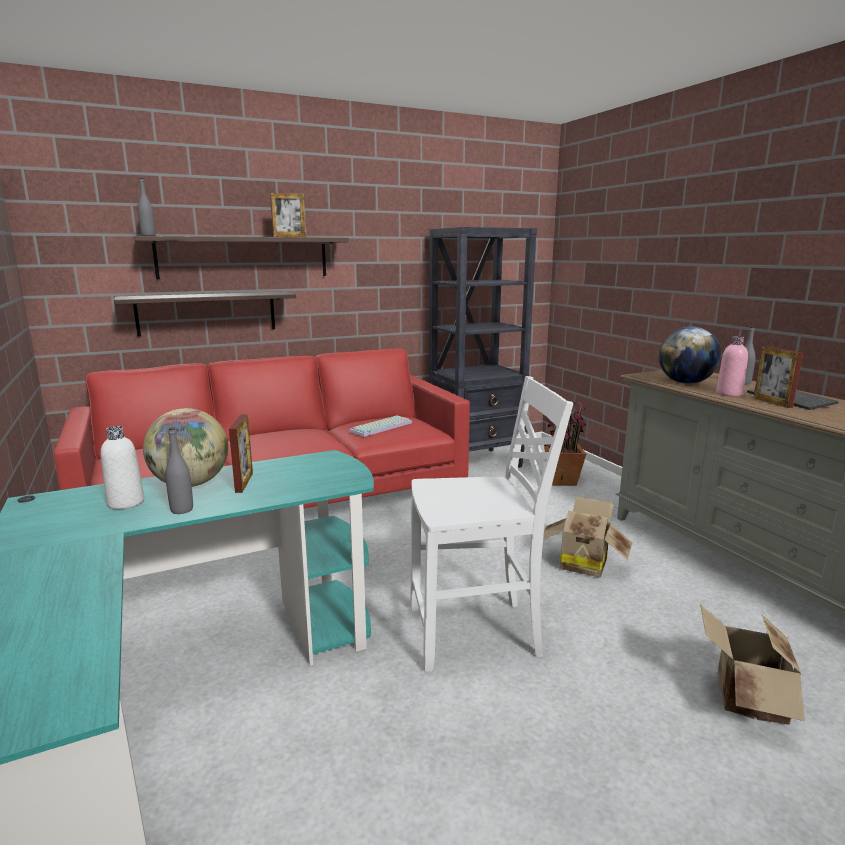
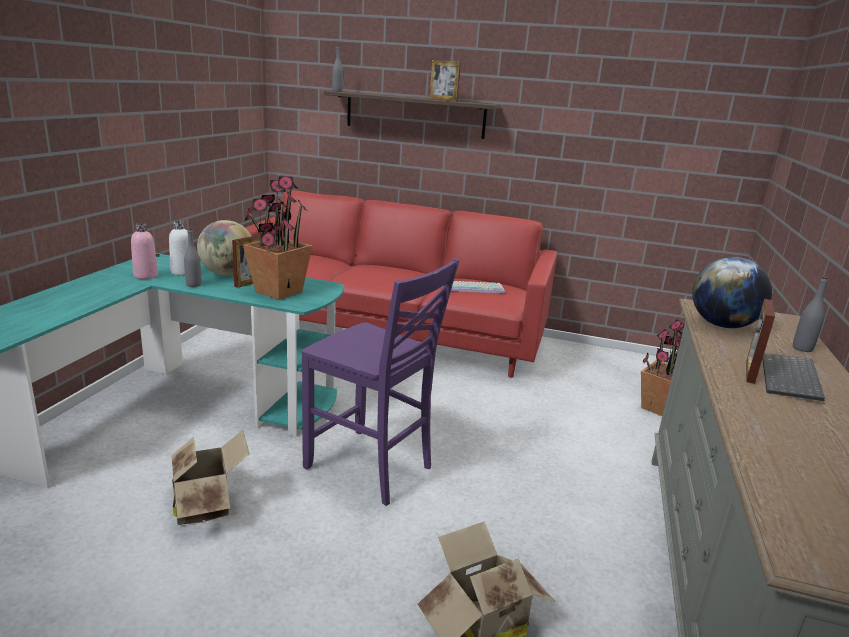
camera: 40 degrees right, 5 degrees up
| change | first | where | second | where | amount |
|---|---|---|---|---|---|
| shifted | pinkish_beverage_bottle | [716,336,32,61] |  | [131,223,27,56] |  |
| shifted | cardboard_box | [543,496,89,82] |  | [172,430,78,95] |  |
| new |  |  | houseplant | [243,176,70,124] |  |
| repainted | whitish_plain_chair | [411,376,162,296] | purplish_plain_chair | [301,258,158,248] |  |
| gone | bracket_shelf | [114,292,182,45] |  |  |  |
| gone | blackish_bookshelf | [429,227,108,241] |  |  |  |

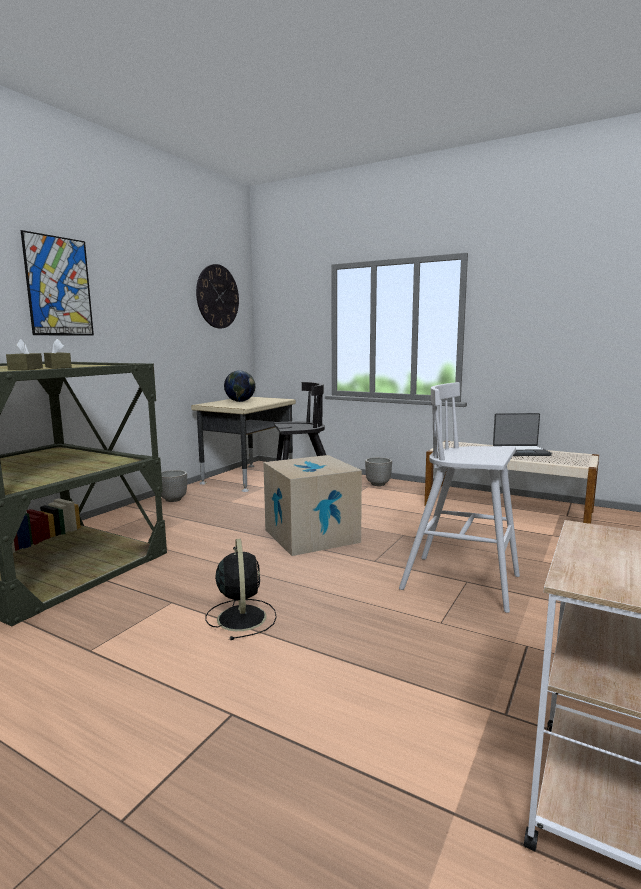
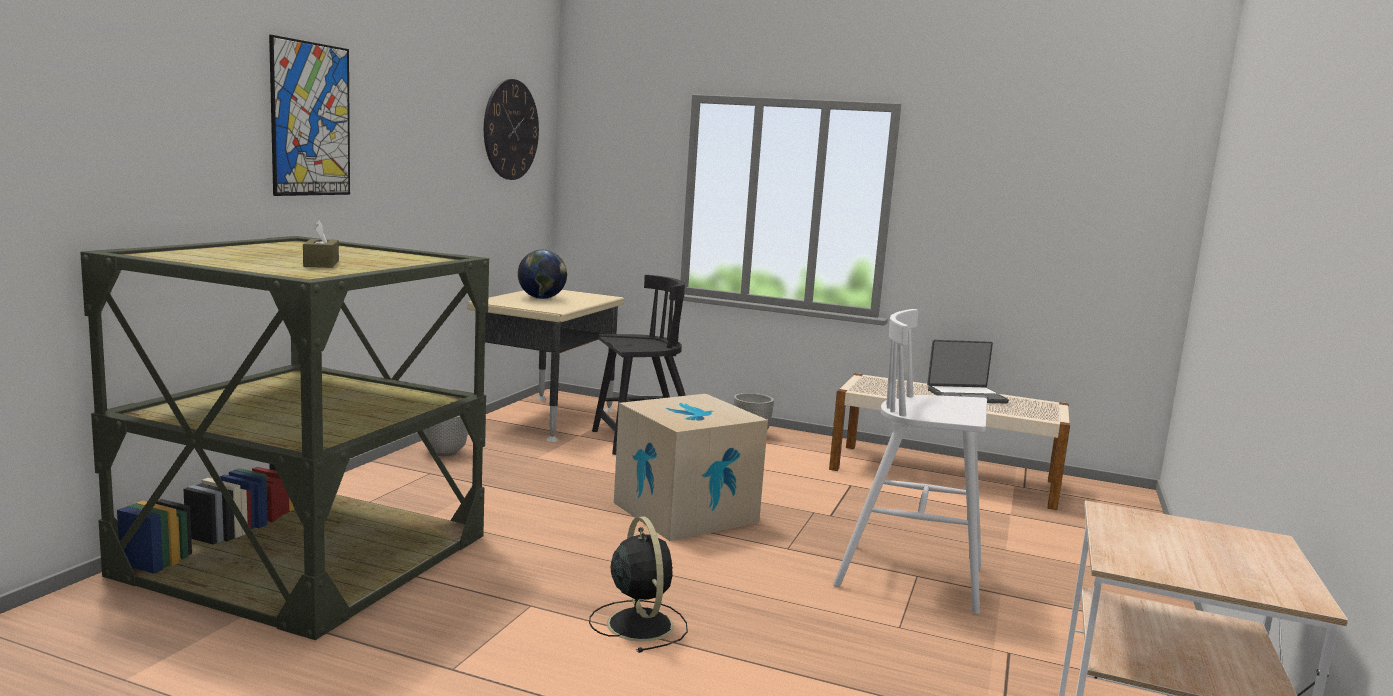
camera: 10 degrees left, 0 degrees up
| change | first | where | second | where | amount |
|---|---|---|---|---|---|
| gone | brown-coloured_tissue_box | [44,339,28,30] |  |  |  |

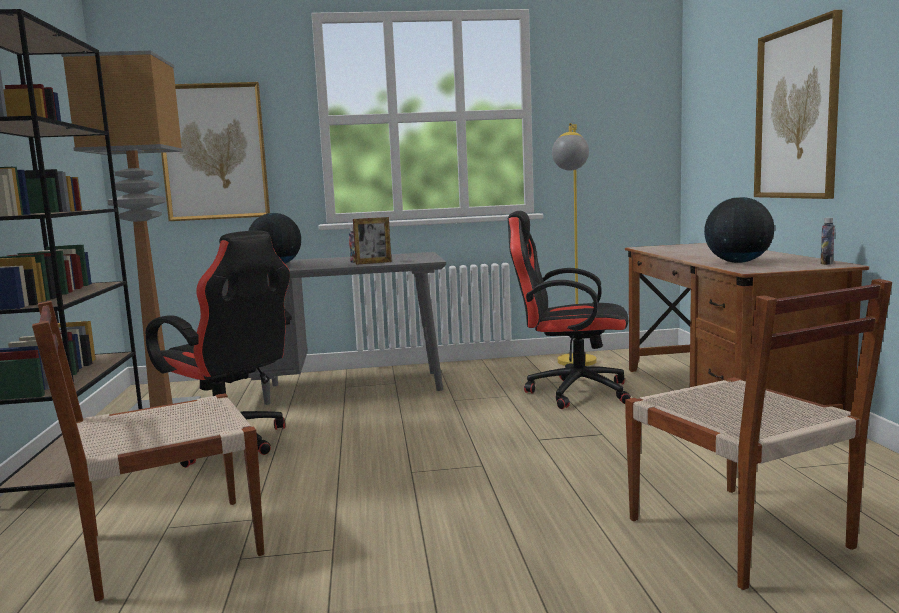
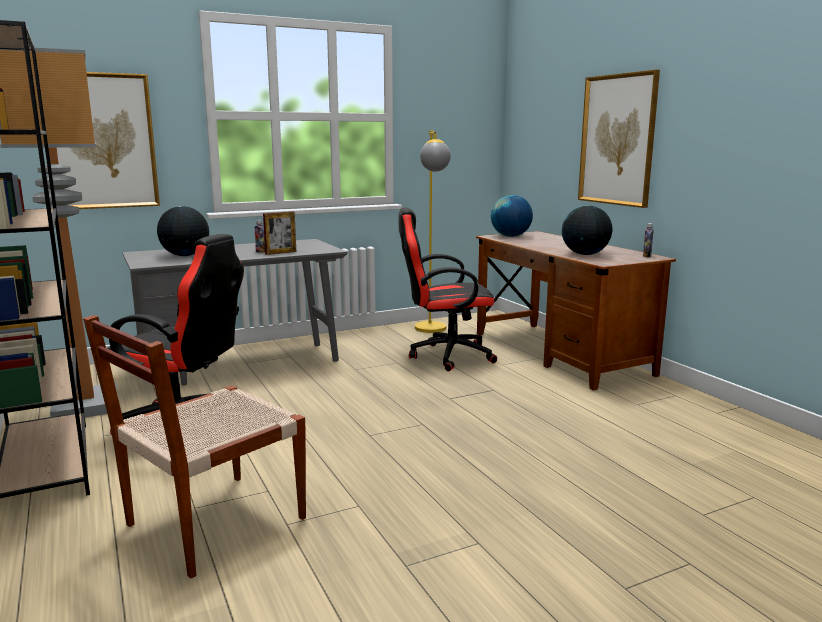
camera: 20 degrees left, 5 degrees up
| change | first | where | second | where | amount |
|---|---|---|---|---|---|
| new |  |  | desk_globe | [491,195,42,42] |  |
| gone | plain_chair | [625,279,267,311] |  |  |  |

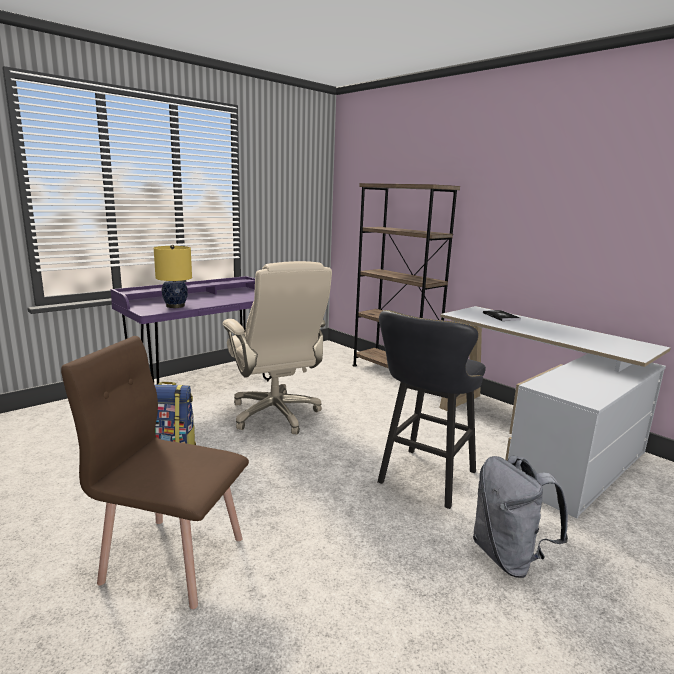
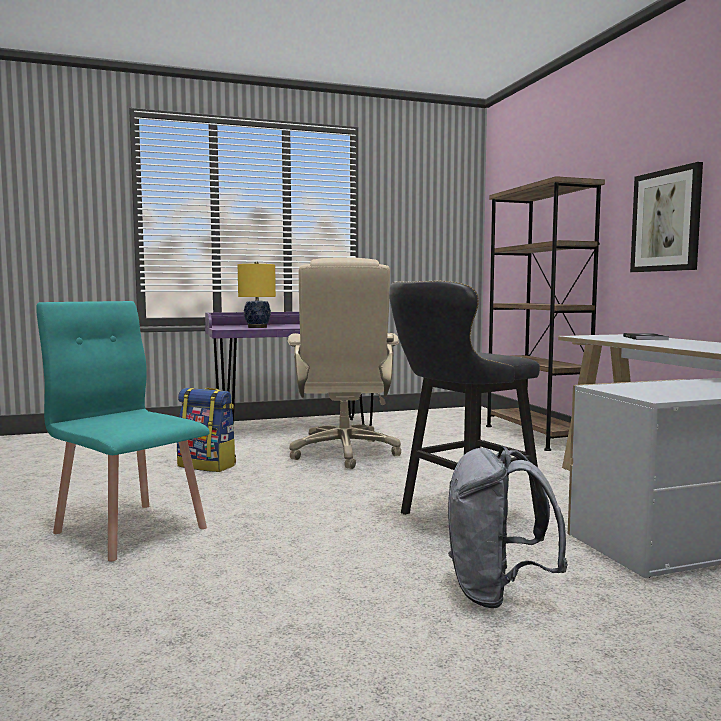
camera: 25 degrees right, 10 degrees down
| change | first | where | second | where | amount |
|---|---|---|---|---|---|
| repainted | brown-coloured_plain_chair | [61,336,188,273] | blue-green_plain_chair | [36,301,173,261] |  |
| new |  |  | wall_picture | [630,162,73,110] |  |

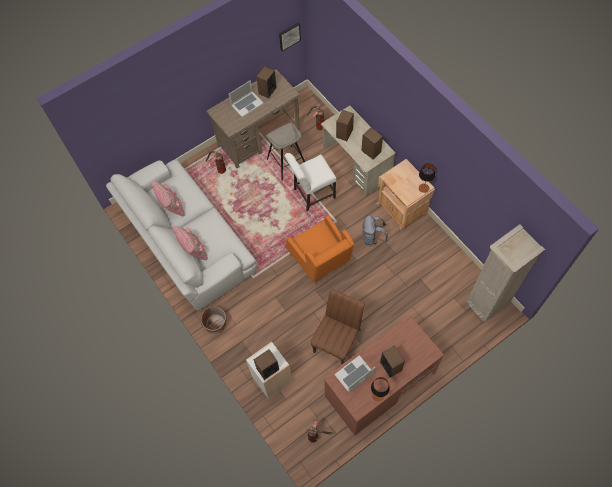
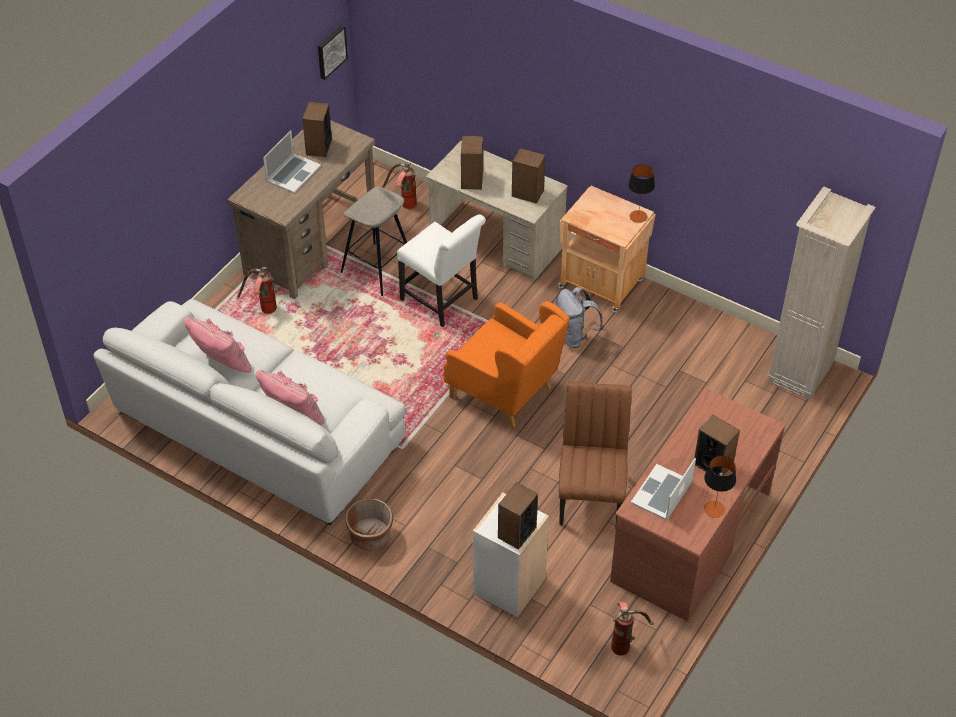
camera: 25 degrees left, 15 degrees down
| change | first | where | second | where | amount |
|---|---|---|---|---|---|
| rotated | whitish_plain_chair | [285,153,51,58] |  | [397,214,89,113] | 90 degrees counterclockwise |

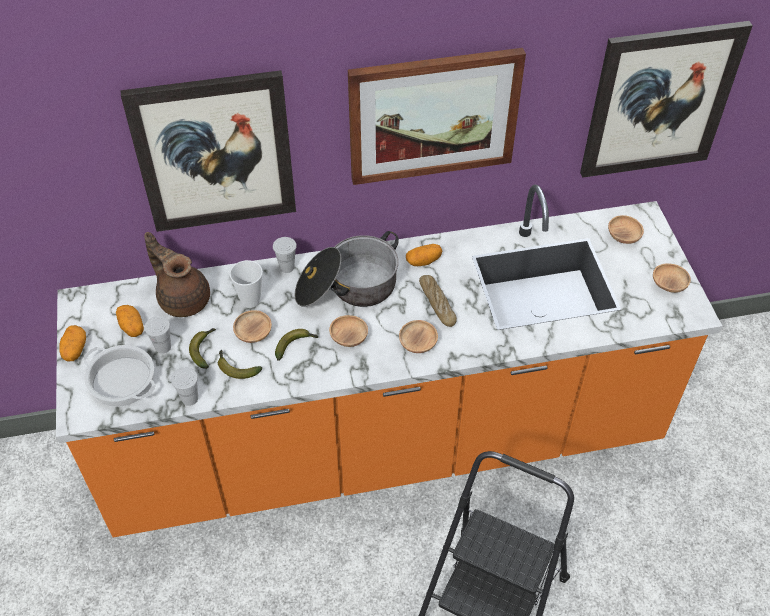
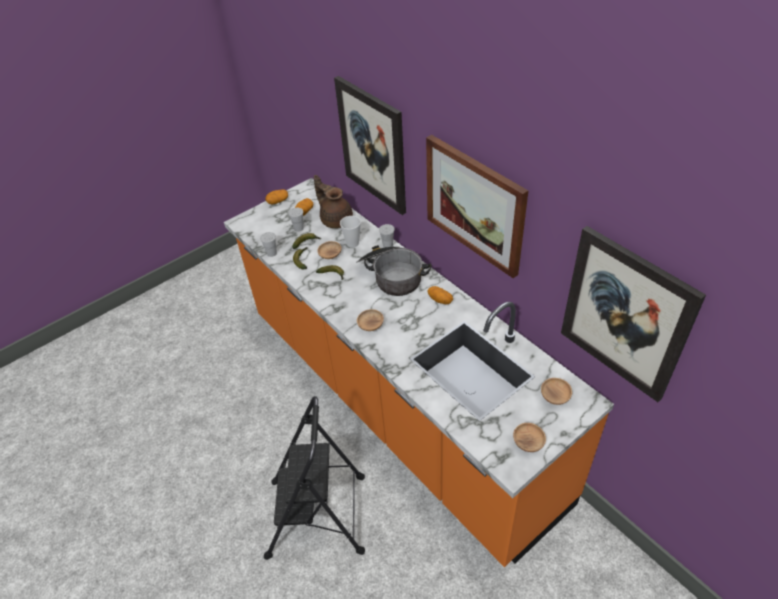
camera: 65 degrees right, 5 degrees down
| change | first | where | second | where | amount |
|---|---|---|---|---|---|
| rotated | brown-coloured_pot_for_tea | [144,232,66,85] |  | [314,175,39,53] | 60 degrees counterclockwise |
| gone | stockpot | [83,345,73,62] |  |  |  |
| gone | brown-coloured_deep_dish | [329,315,39,32] |  |  |  |
| gone | bread | [419,275,38,52] |  |  |  |

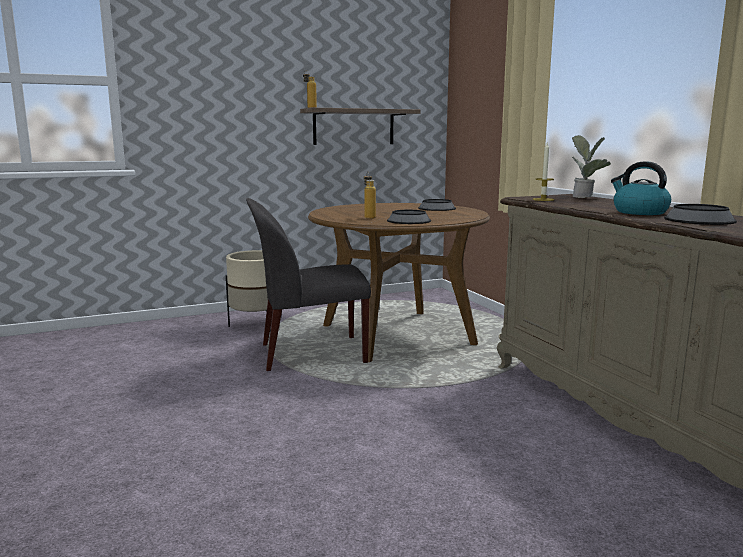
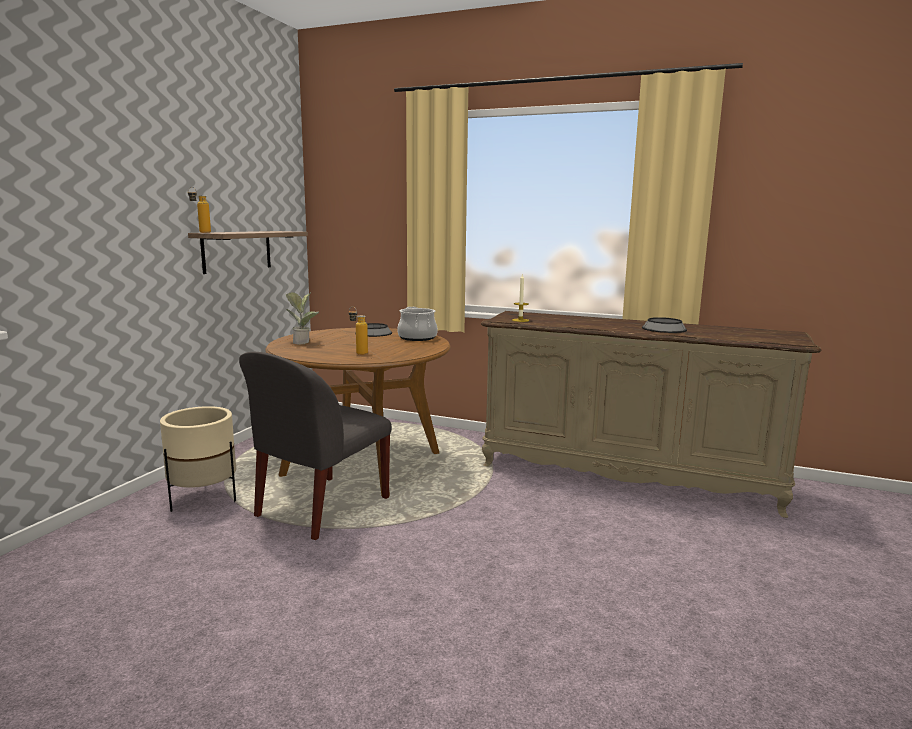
camera: 45 degrees left, 0 degrees up
| change | first | where | second | where | amount |
|---|---|---|---|---|---|
| shifted | houseplant | [572,135,39,63] |  | [285,292,34,53] |  |
| new |  |  | stockpot | [397,307,41,34] |  |
| gone | deep_dish | [387,210,44,14] |  |  |  |
| gone | tea_kettle | [611,161,60,54] |  |  |  |

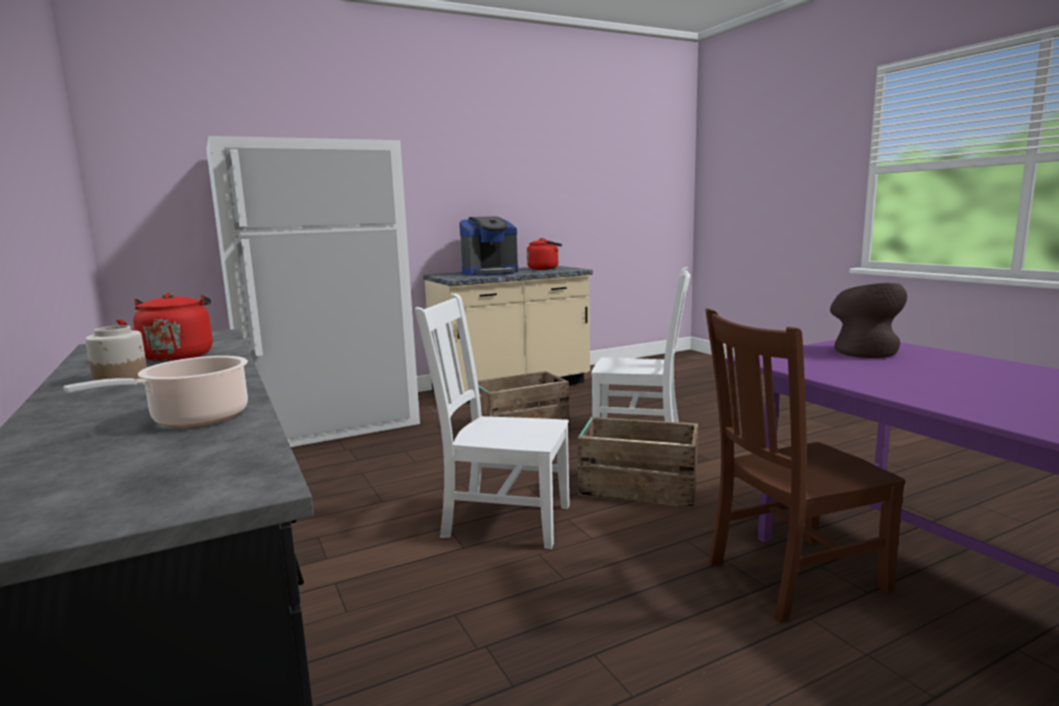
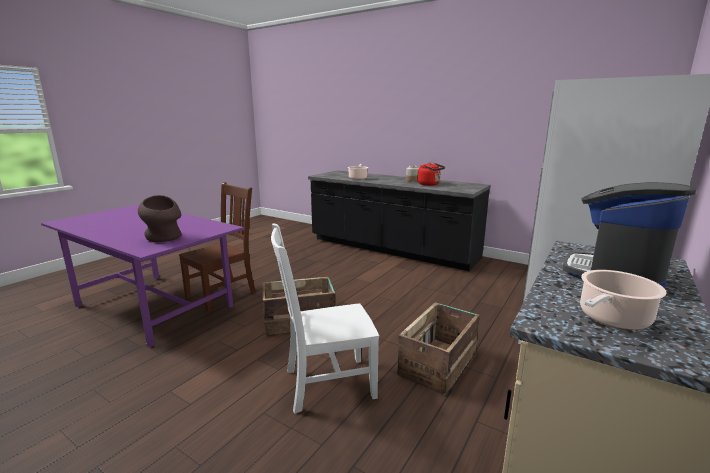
camera: 150 degrees right, 5 degrees up
| change | first | where | second | where | amount |
|---|---|---|---|---|---|
| swapped | red-coloured_tea_kettle | [527,238,35,32] | stockpot | [580,270,87,60] |  |
| gone | whitish_plain_chair | [415,294,155,255] |  |  |  |

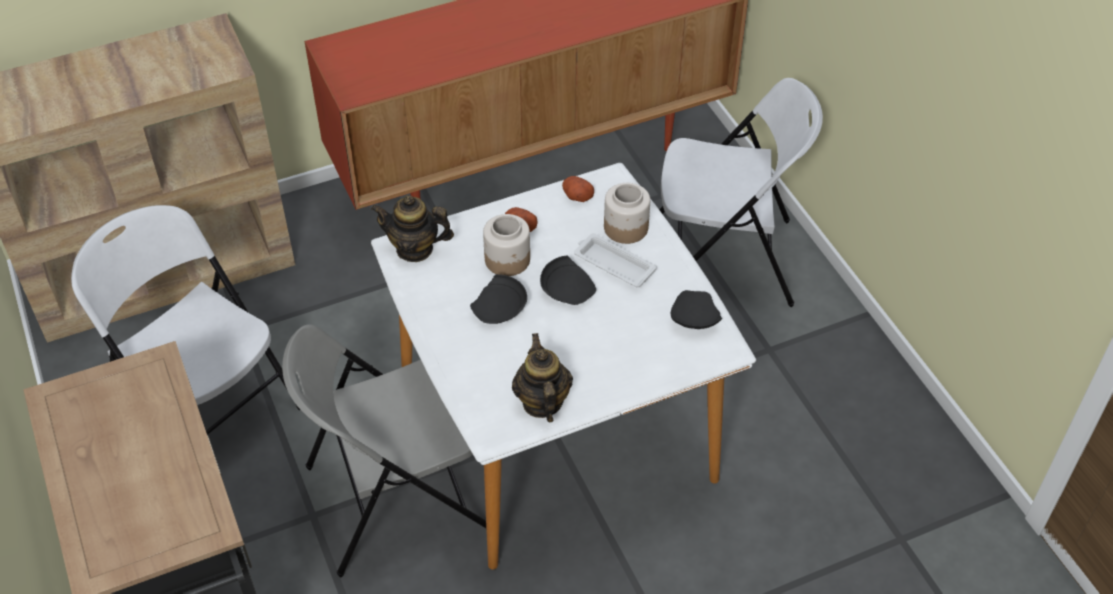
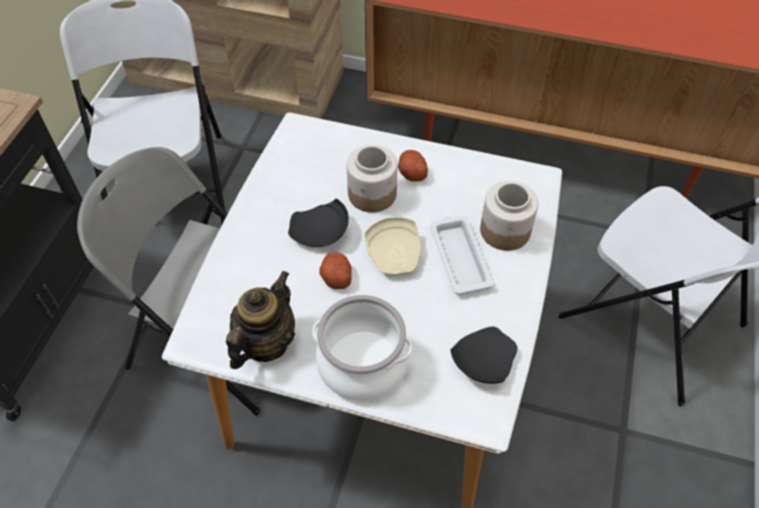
camera: 40 degrees right, 5 degrees up
| change | first | where | second | where | amount |
|---|---|---|---|---|---|
| new |  |  | stockpot | [312,295,100,106] |  |
| shifted | spud | [562,176,32,26] |  | [320,252,32,37] |  |
| repainted | blackish_dinner_plate | [540,255,56,50] | beige_dinner_plate | [364,217,57,57] |  |
| gone | pot_for_tea | [371,195,83,67] |  |  |  |

